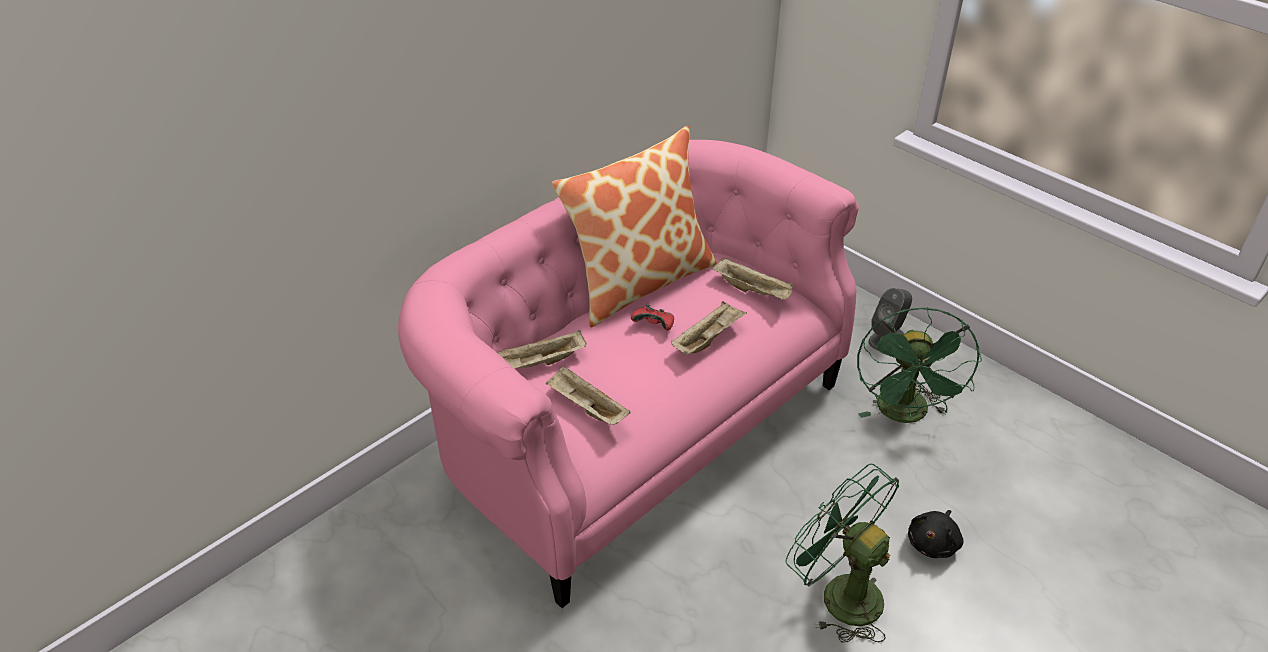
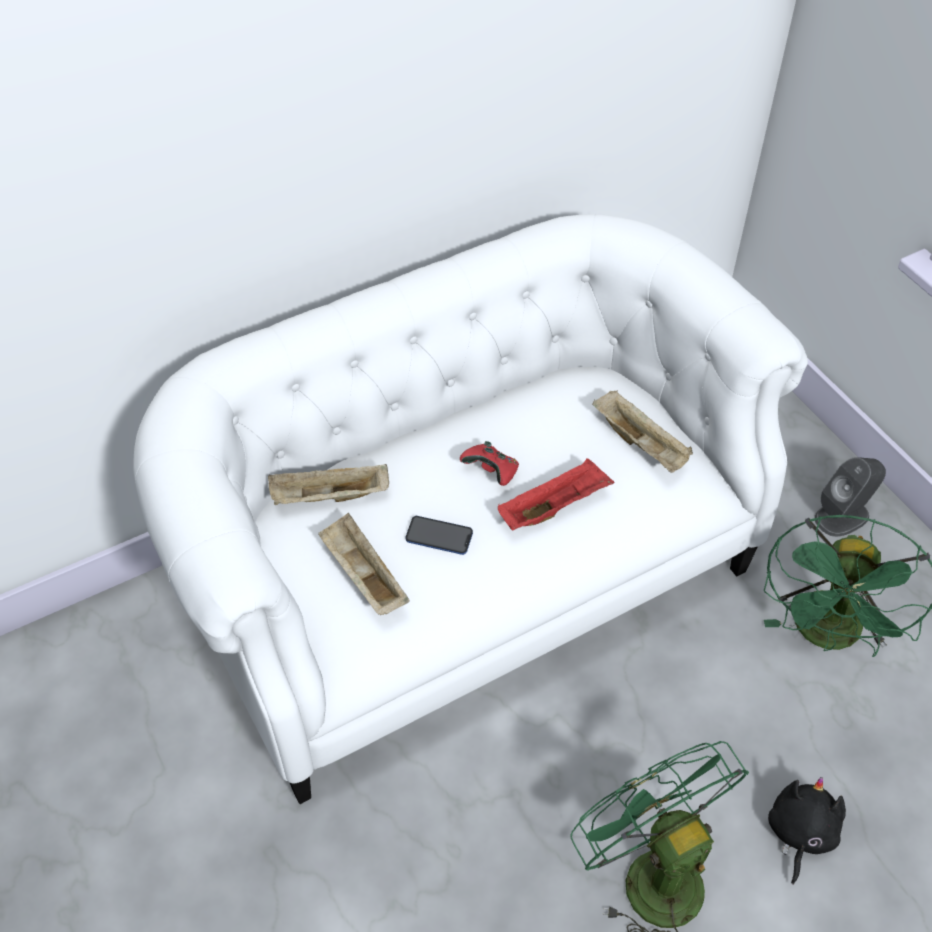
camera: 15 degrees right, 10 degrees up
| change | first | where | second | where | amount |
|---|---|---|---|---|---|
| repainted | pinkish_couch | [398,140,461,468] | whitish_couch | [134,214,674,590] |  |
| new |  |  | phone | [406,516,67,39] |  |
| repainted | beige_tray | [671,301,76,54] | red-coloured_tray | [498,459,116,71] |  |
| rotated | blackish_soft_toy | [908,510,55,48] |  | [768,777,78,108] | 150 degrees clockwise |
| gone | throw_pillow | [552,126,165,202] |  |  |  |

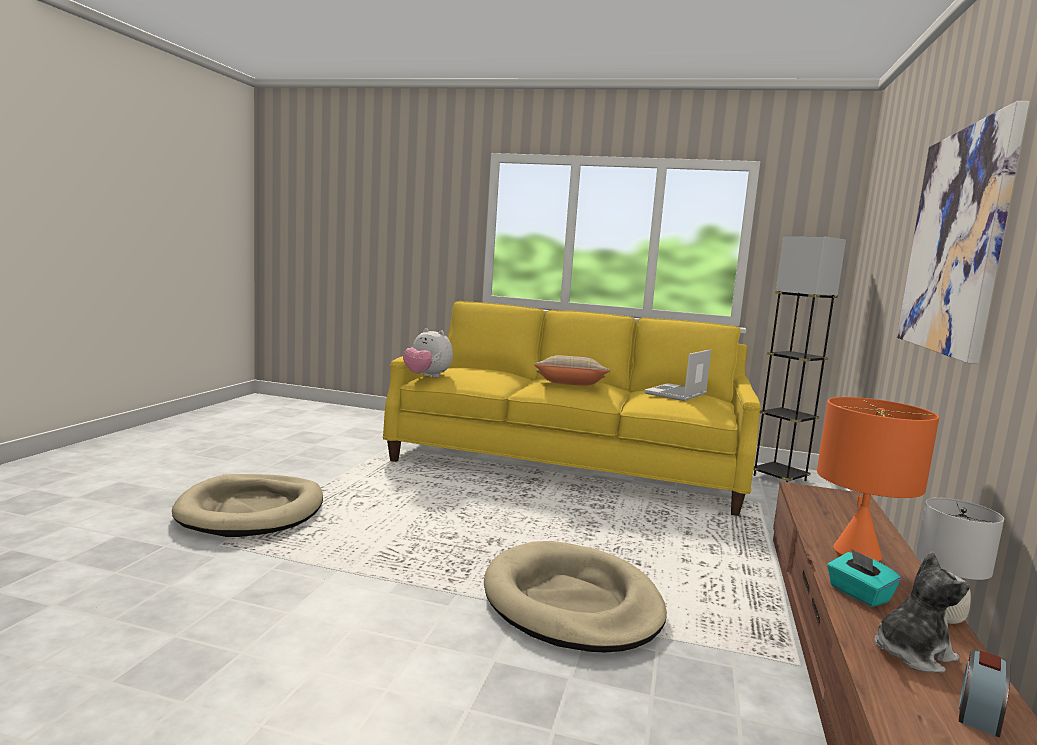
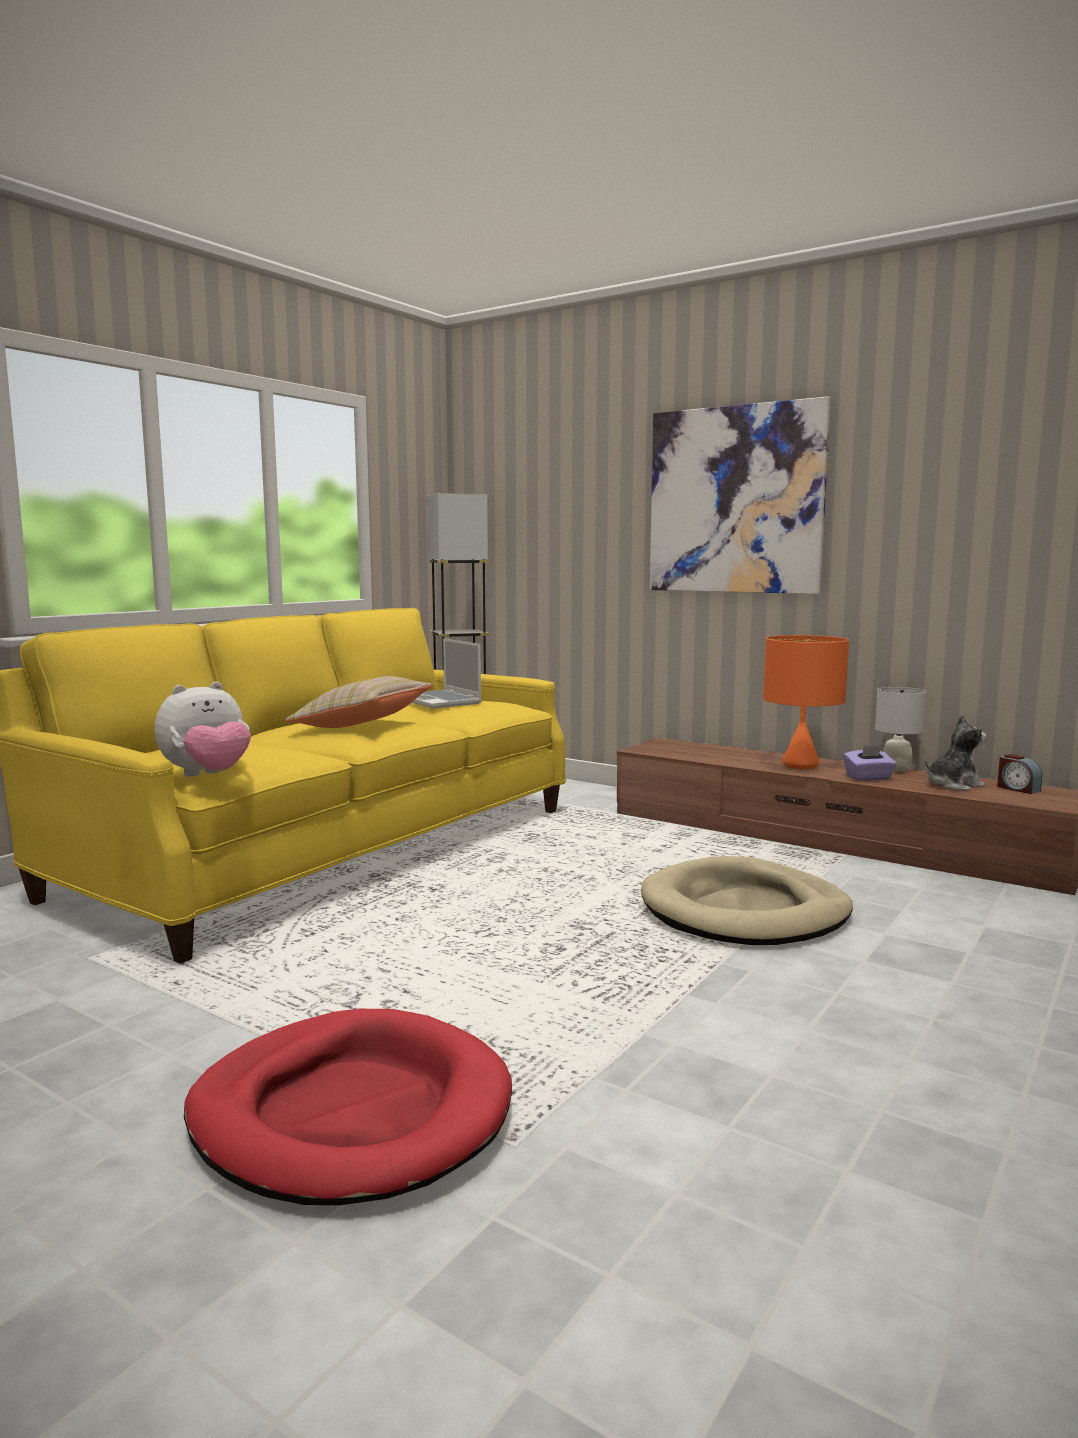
camera: 70 degrees left, 0 degrees up
| change | first | where | second | where | amount |
|---|---|---|---|---|---|
| repainted | beige_dog_cushion | [172,474,151,63] | red-coloured_dog_cushion | [184,1009,328,196] |  |
| repainted | blue-green_tissue_box | [827,548,74,59] | purplish_tissue_box | [843,745,53,36] |  |
| rotated | soft_toy | [874,552,96,121] |  | [925,714,62,76] | 75 degrees clockwise |

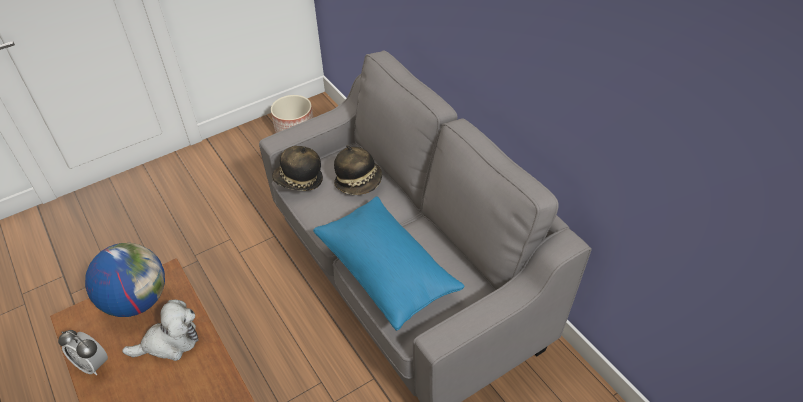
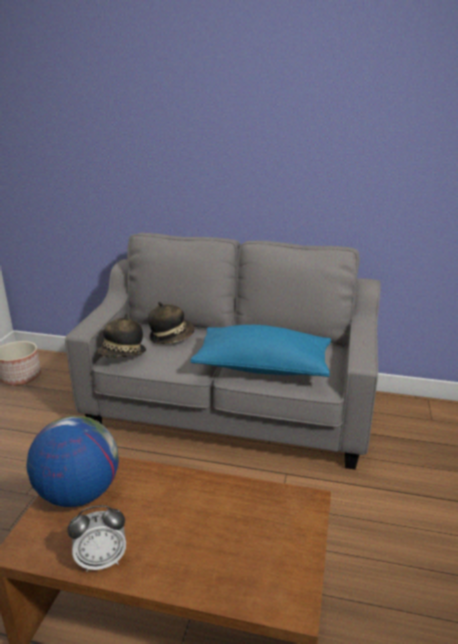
camera: 45 degrees left, 20 degrees down
| change | first | where | second | where | amount |
|---|---|---|---|---|---|
| gone | soft_toy | [122,300,77,61] |  |  |  |

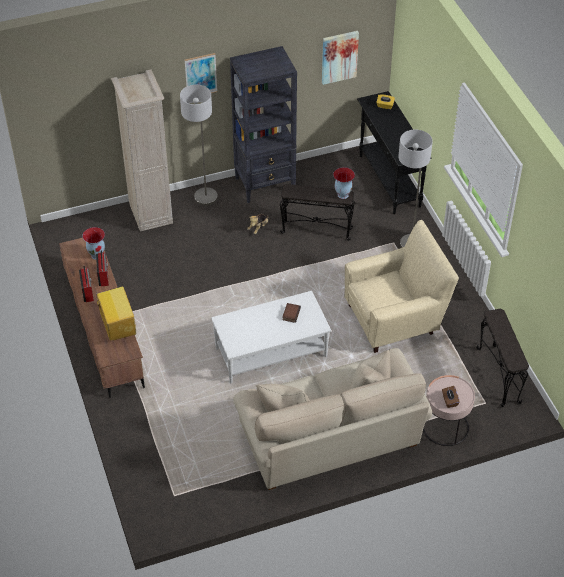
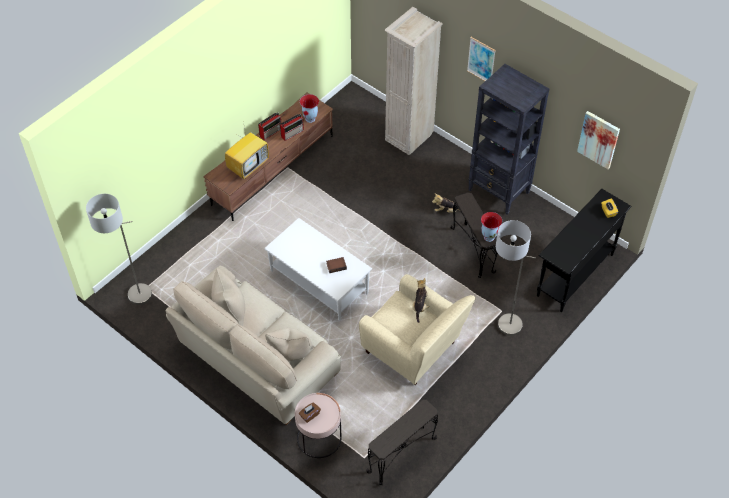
camera: 60 degrees right, 5 degrees up
| change | first | where | second | where | amount |
|---|---|---|---|---|---|
| shifted | greyish_floor_lamp | [180,85,38,121] |  | [86,194,66,111] |  |
| new |  |  | soft_toy | [413,278,16,45] |  |

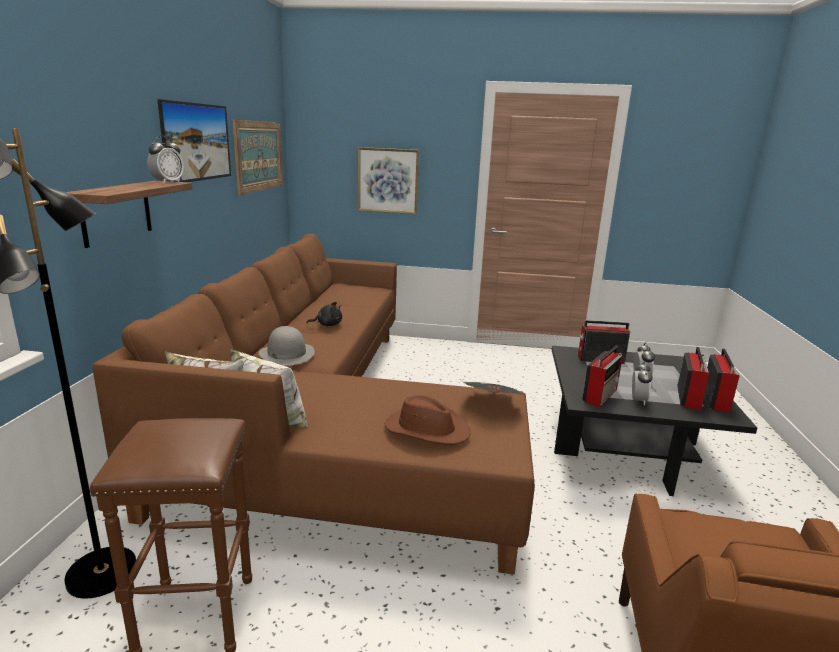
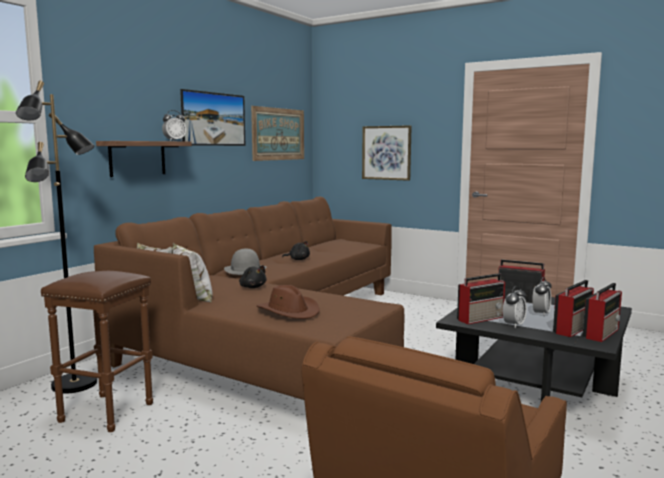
camera: 25 degrees right, 10 degrees down
| change | first | where | second | where | amount |
|---|---|---|---|---|---|
| new |  |  | blackish_soft_toy | [239,265,28,23] |  |
| gone | daily_paper | [461,381,64,14] |  |  |  |

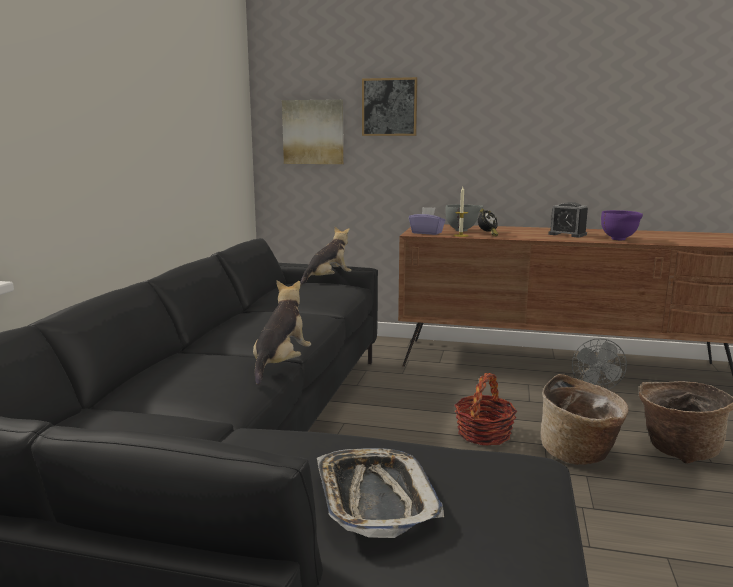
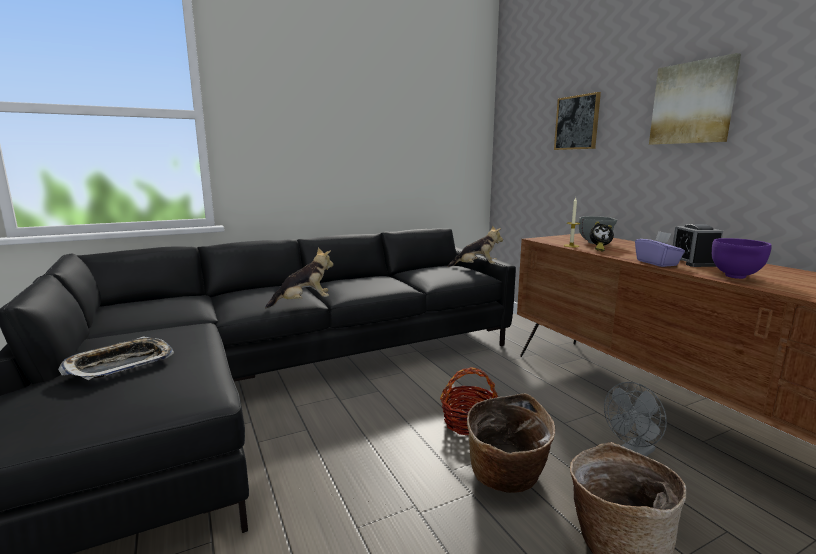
camera: 50 degrees right, 0 degrees up
| change | first | where | second | where | amount |
|---|---|---|---|---|---|
| shifted | purplish_tissue_box | [409,207,37,28] |  | [635,231,50,36] |  |
| shifted | wall_picture | [282,99,62,65] |  | [649,53,92,92] |  |

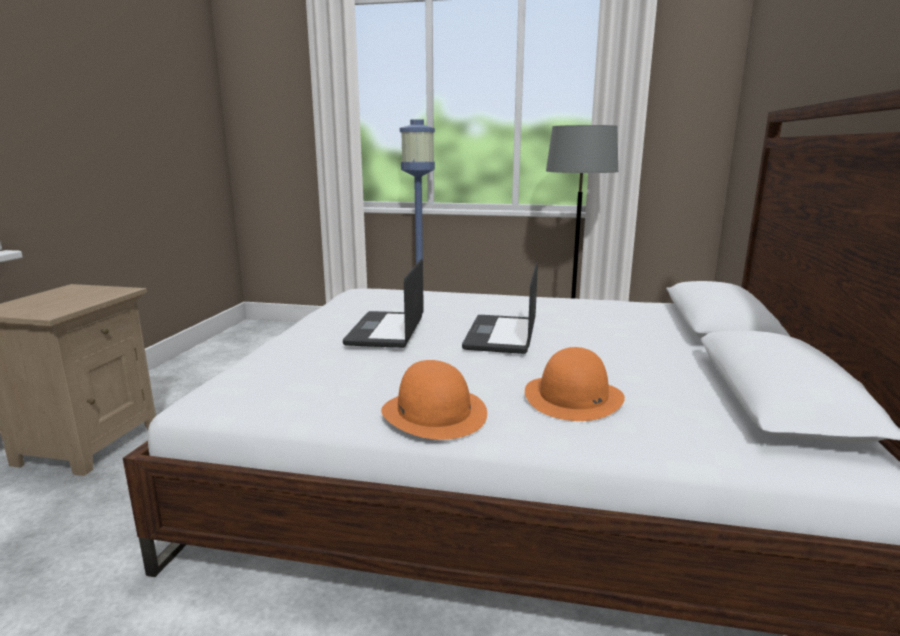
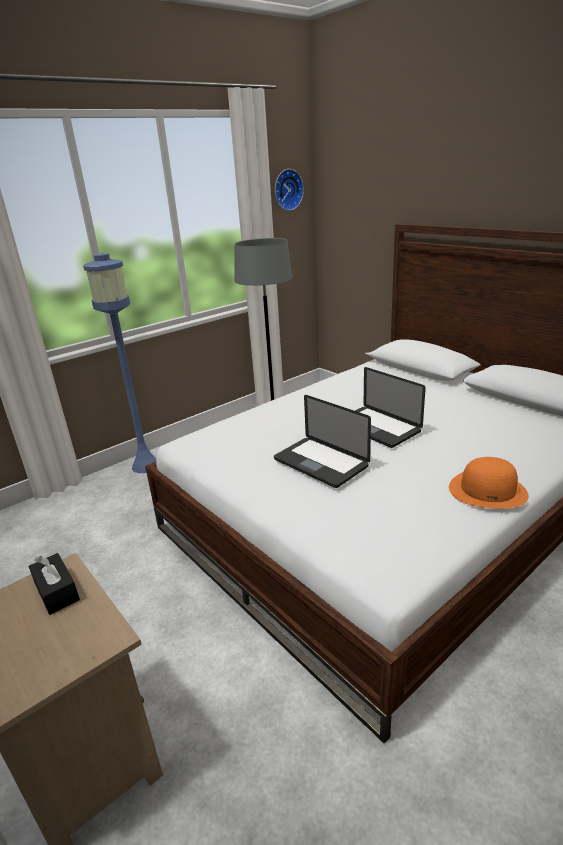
camera: 50 degrees left, 10 degrees up
| change | first | where | second | where | amount |
|---|---|---|---|---|---|
| new |  |  | blackish_tissue_box | [28,553,52,62] |  |
| new |  |  | clock_on_the_wall | [275,169,29,42] |  |
| gone | orangey_wearable_hat | [525,347,100,74] |  |  |  |

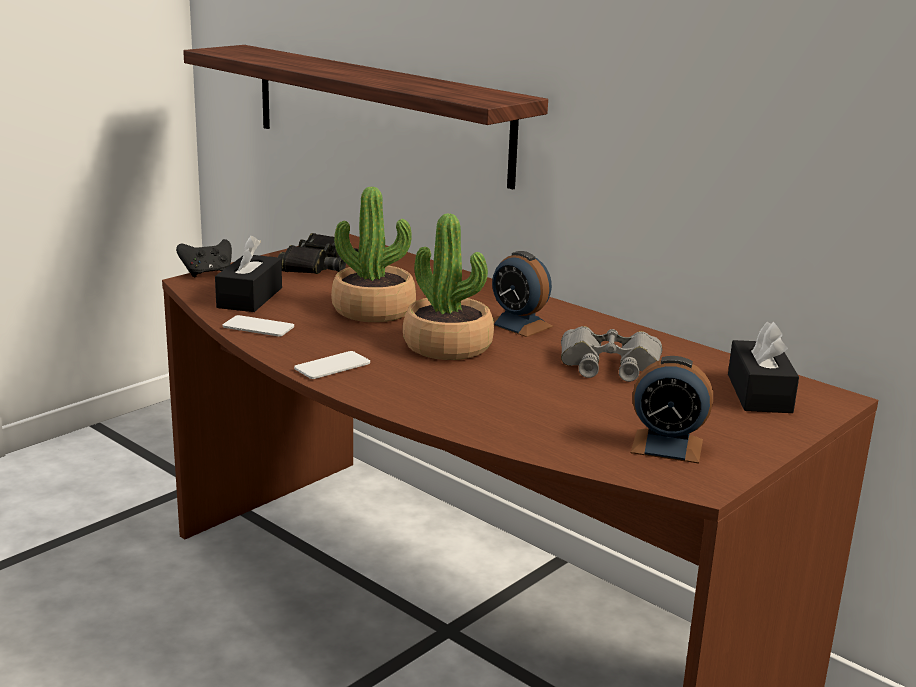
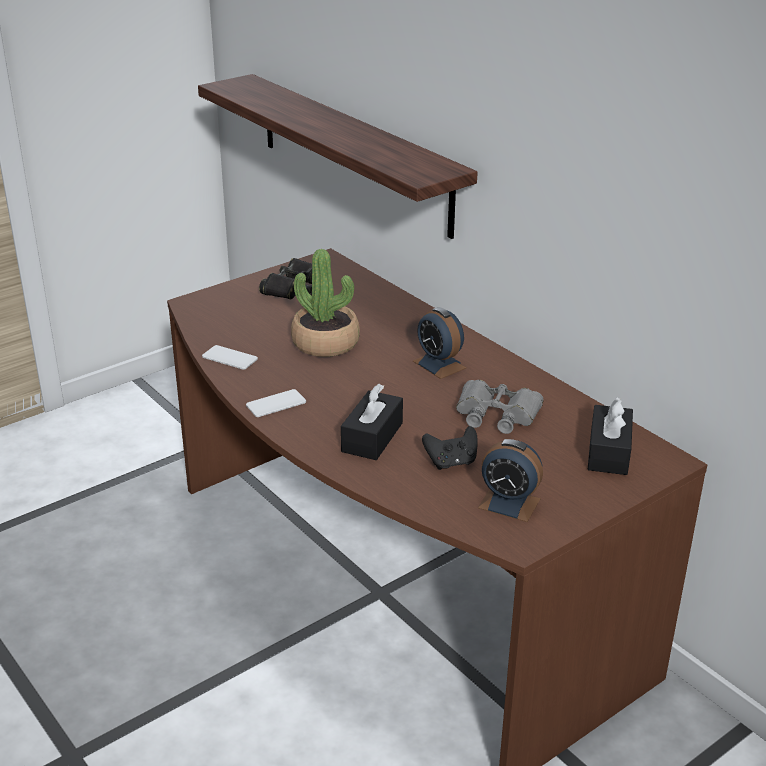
camera: 10 degrees right, 10 degrees up
| change | first | where | second | where | amount |
|---|---|---|---|---|---|
| shifted | blackish_tissue_box | [215,236,67,76] |  | [341,384,62,76] |  |
| shifted | blackish_game_controller | [176,239,56,38] |  | [422,426,56,44] |  |
| gone | houseplant | [403,213,91,147] |  |  |  |

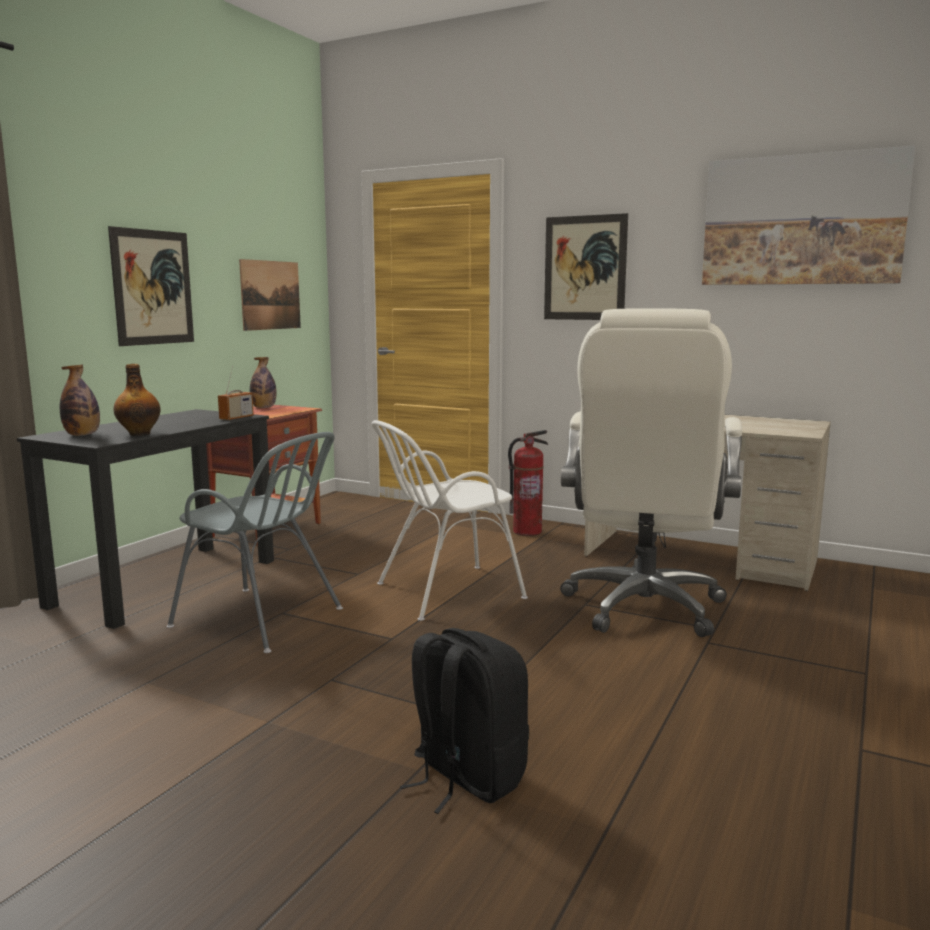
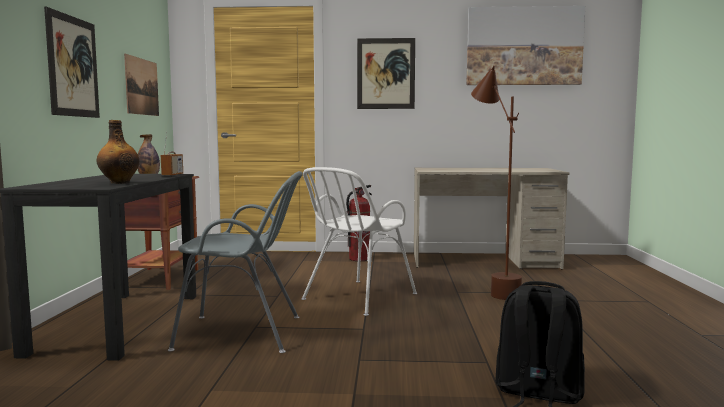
camera: 25 degrees left, 5 degrees down
| change | first | where | second | where | amount |
|---|---|---|---|---|---|
| swapped | whitish_office_chair | [560,308,182,329] | brown-coloured_floor_lamp | [471,66,51,234] |  |
| gone | beverage_bottle | [60,364,40,72] |  |  |  |

